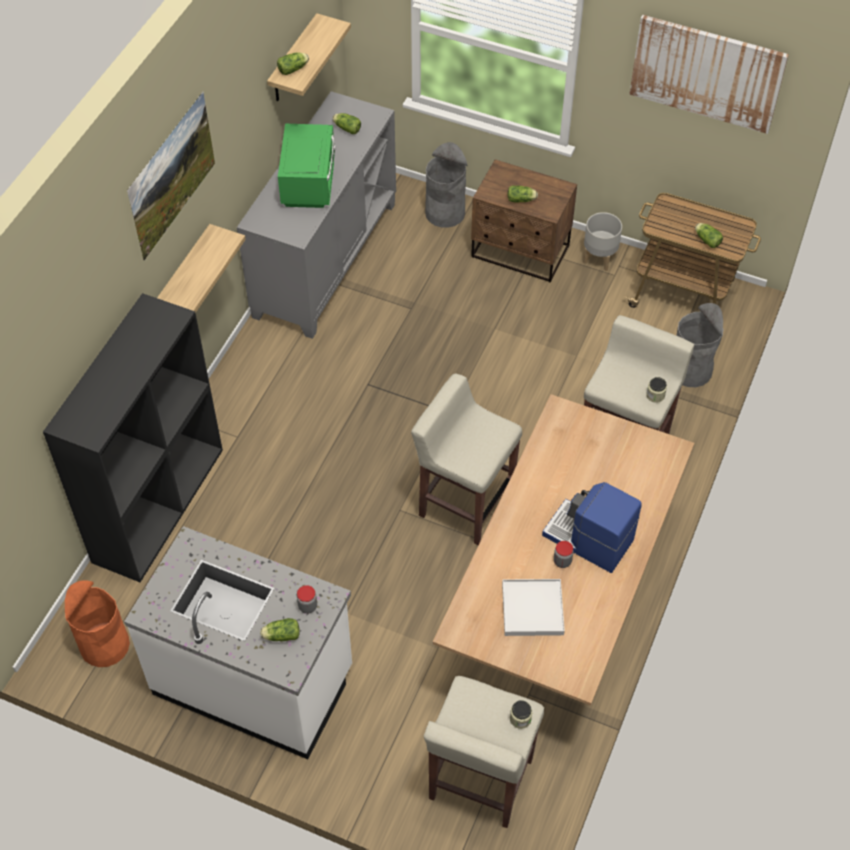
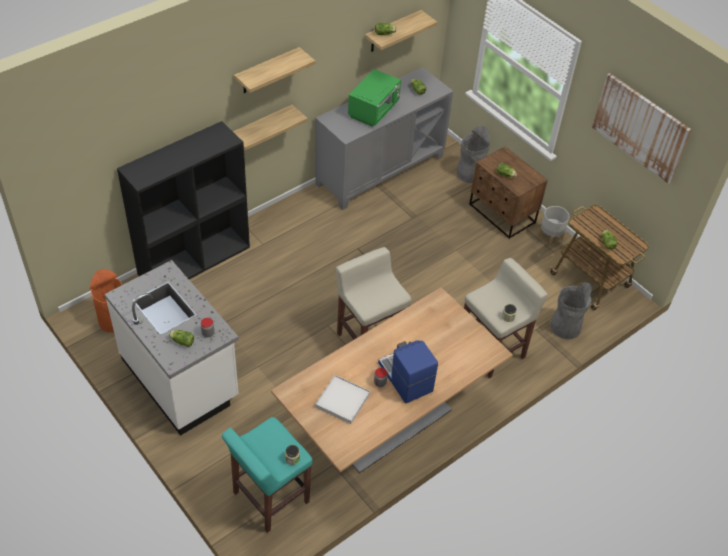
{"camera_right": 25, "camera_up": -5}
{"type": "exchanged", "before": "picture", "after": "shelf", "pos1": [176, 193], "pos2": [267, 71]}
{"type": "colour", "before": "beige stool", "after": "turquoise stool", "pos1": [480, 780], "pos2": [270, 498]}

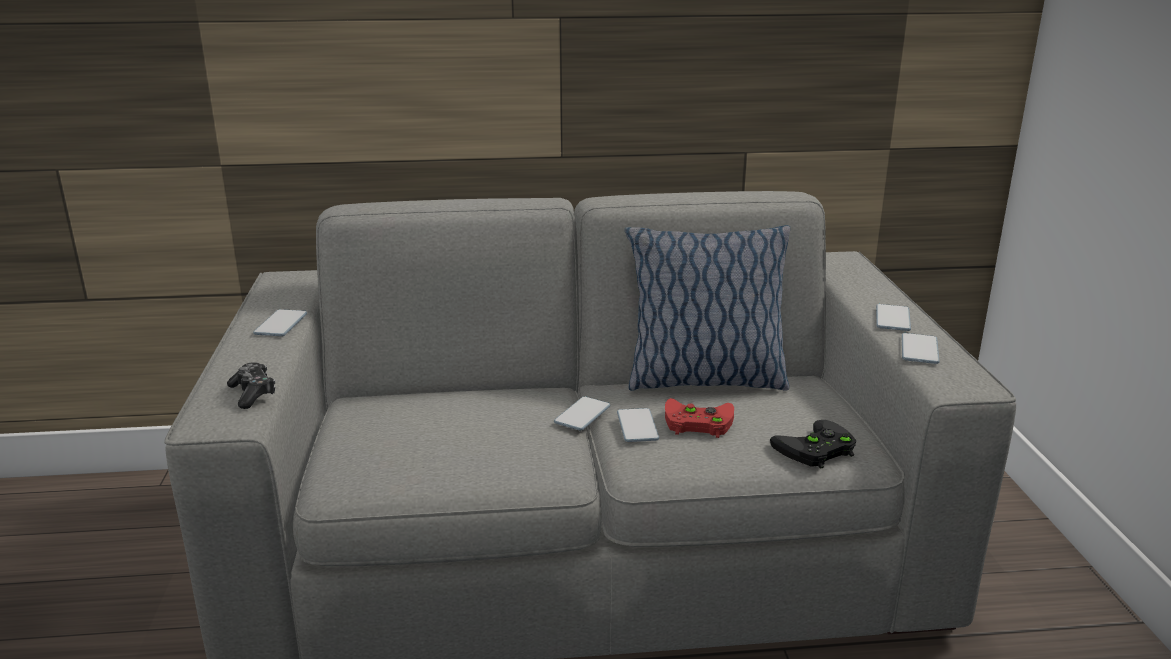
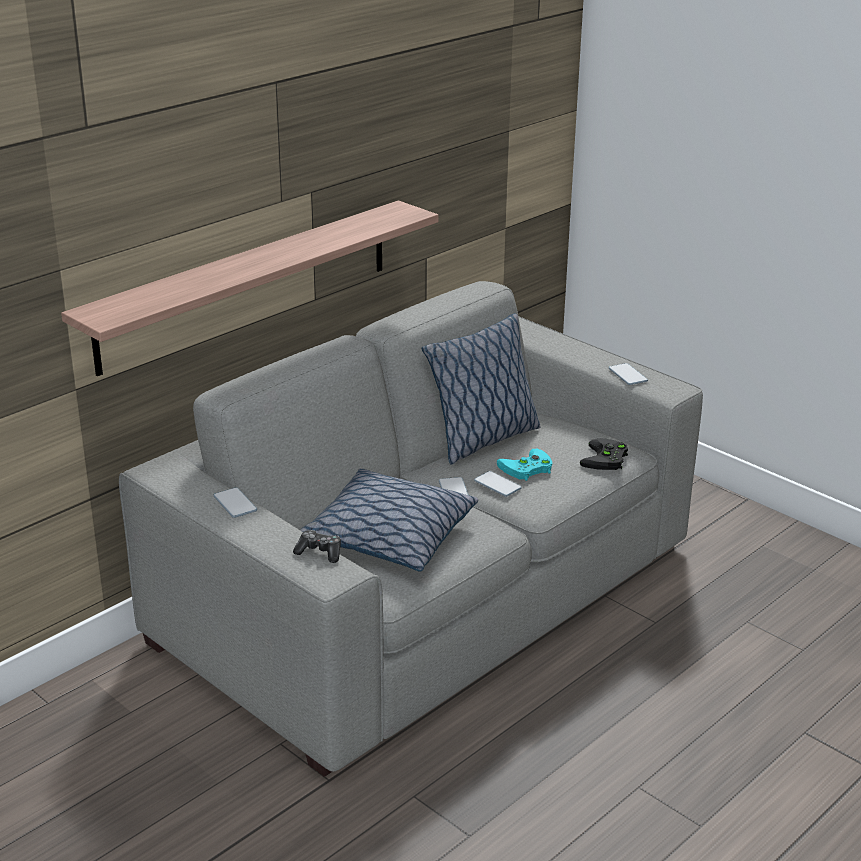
{"camera_right": -40, "camera_up": 5}
{"type": "colour", "before": "red game controller", "after": "turquoise game controller", "pos1": [696, 422], "pos2": [526, 469]}
{"type": "missing", "before": "phone", "pos1": [892, 319]}
{"type": "appeared", "after": "shelf", "pos2": [247, 284]}
{"type": "appeared", "after": "pillow", "pos2": [388, 537]}

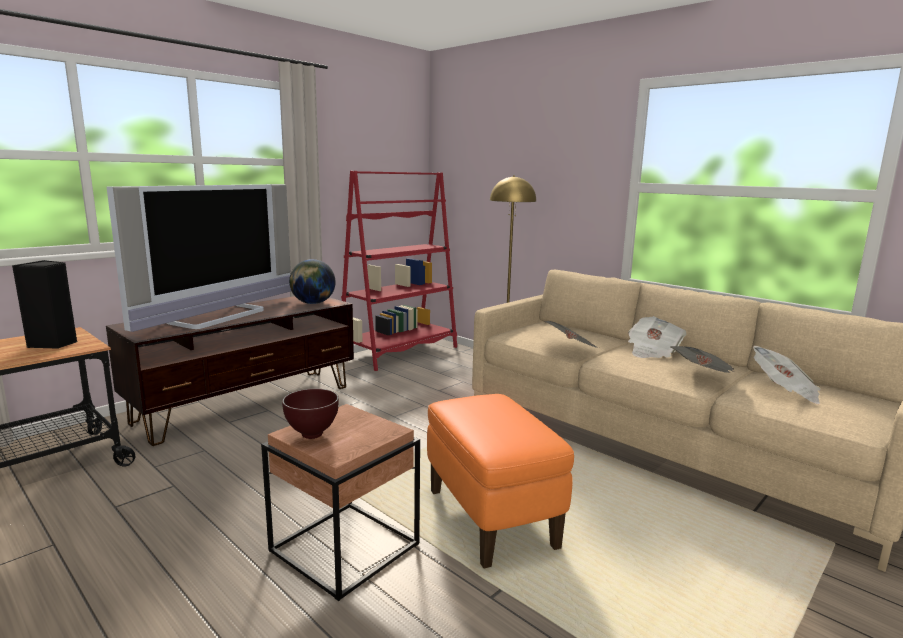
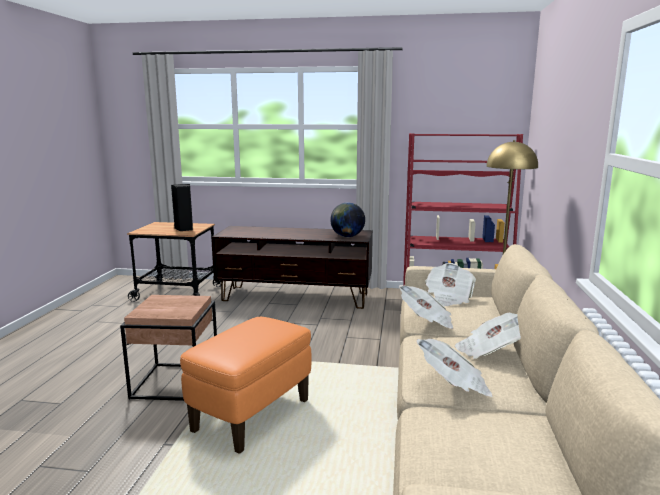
{"camera_right": 55, "camera_up": 0}
{"type": "missing", "before": "television", "pos1": [220, 316]}
{"type": "missing", "before": "brown bowl", "pos1": [311, 435]}
{"type": "relocated", "before": "newspaper", "pos1": [784, 391], "pos2": [448, 298]}

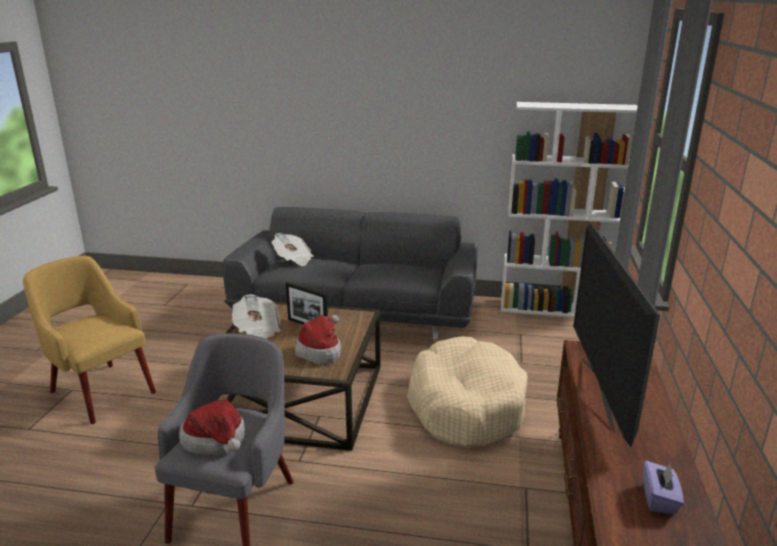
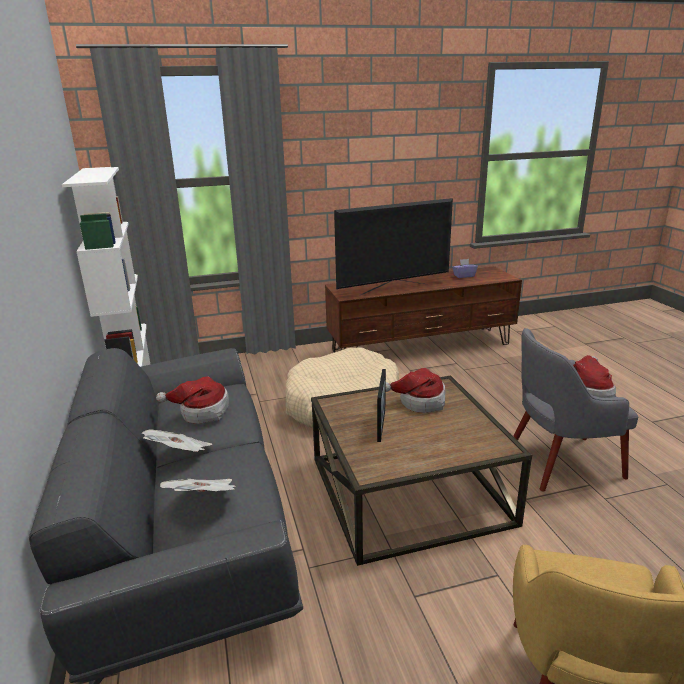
{"camera_right": -115, "camera_up": 0}
{"type": "relocated", "before": "newspaper", "pos1": [257, 330], "pos2": [180, 454]}
{"type": "appeared", "after": "hat", "pos2": [201, 412]}

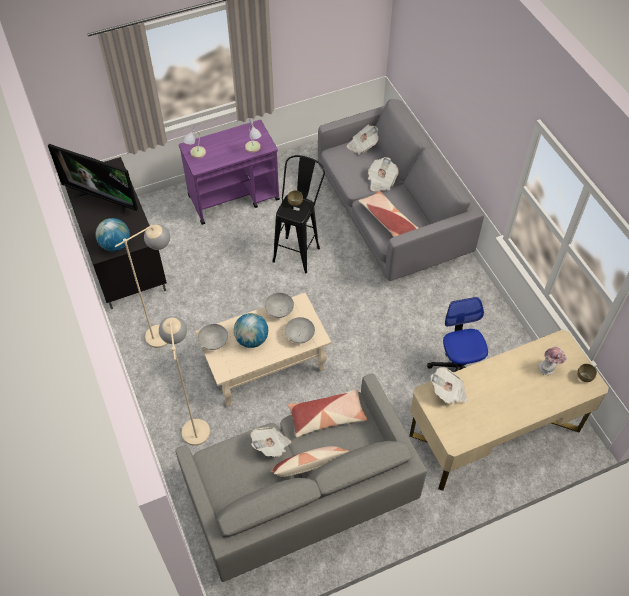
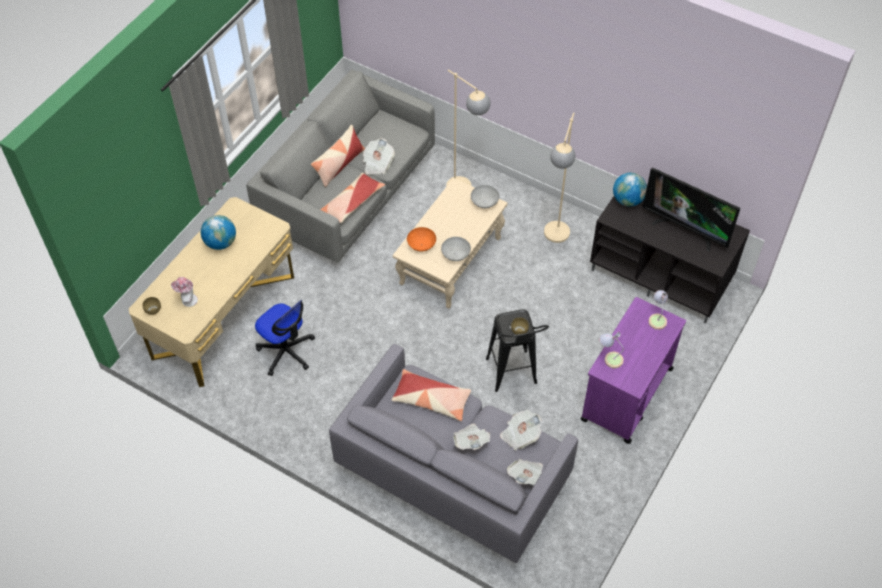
{"camera_right": 145, "camera_up": 0}
{"type": "spun", "before": "television", "pos1": [103, 200], "pos2": [685, 229], "turn": -135}
{"type": "relocated", "before": "globe", "pos1": [251, 339], "pos2": [221, 242]}
{"type": "colour", "before": "grey bowl", "after": "orange bowl", "pos1": [299, 335], "pos2": [422, 245]}
{"type": "relocated", "before": "newspaper", "pos1": [448, 392], "pos2": [520, 435]}

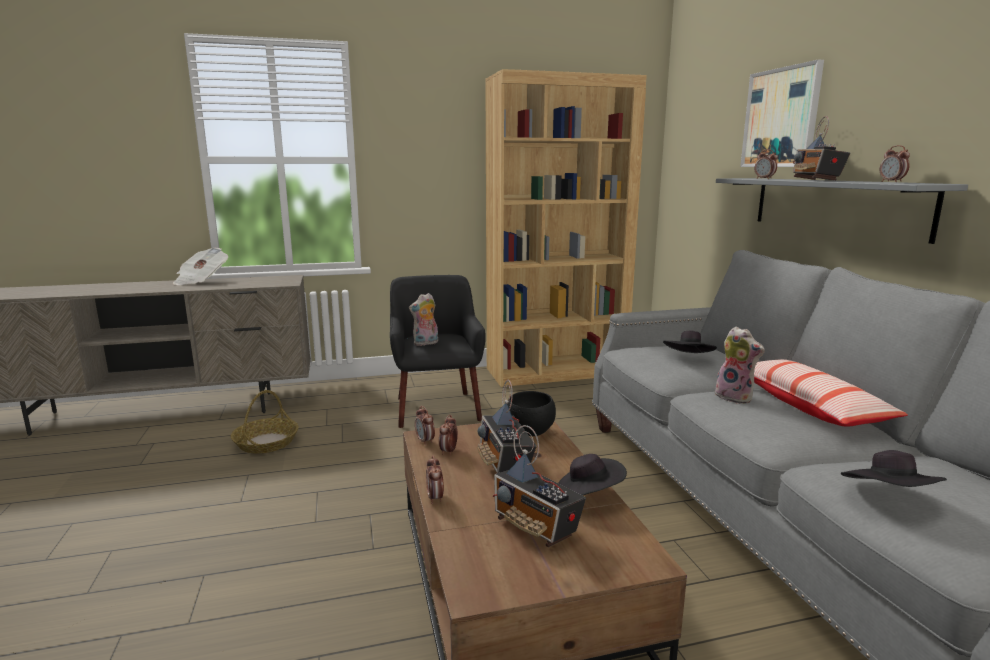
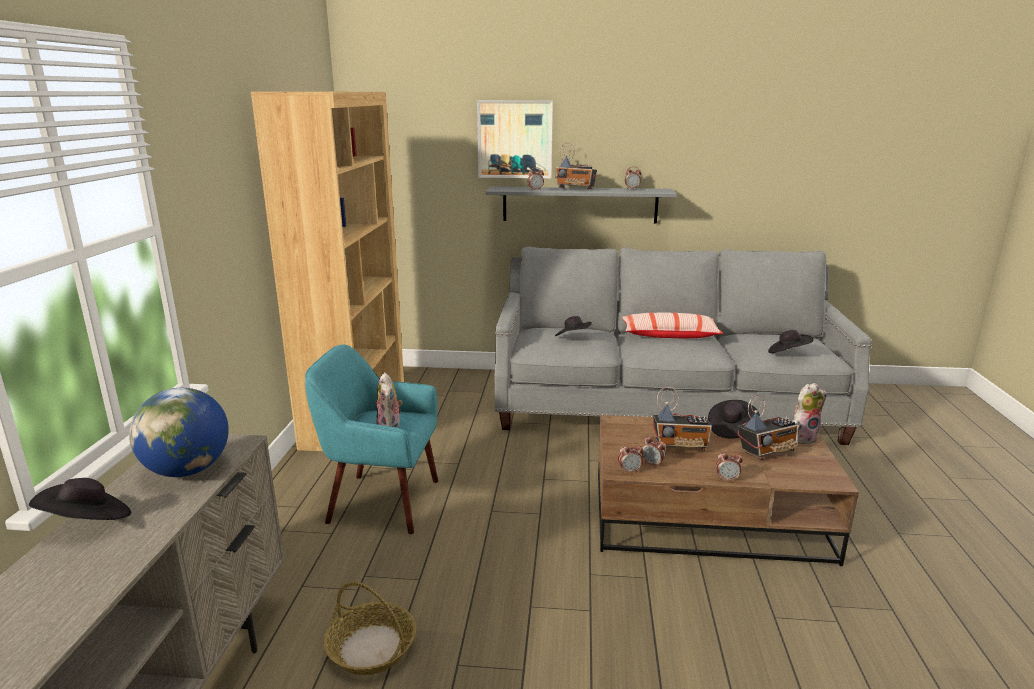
{"camera_right": -70, "camera_up": 5}
{"type": "exchanged", "before": "newspaper", "after": "black hat", "pos1": [201, 280], "pos2": [88, 522]}
{"type": "colour", "before": "black armchair", "after": "turquoise armchair", "pos1": [436, 408], "pos2": [382, 501]}
{"type": "missing", "before": "black bowl", "pos1": [531, 432]}
{"type": "relocated", "before": "plush toy", "pos1": [735, 397], "pos2": [802, 437]}
{"type": "appeared", "after": "globe", "pos2": [188, 470]}

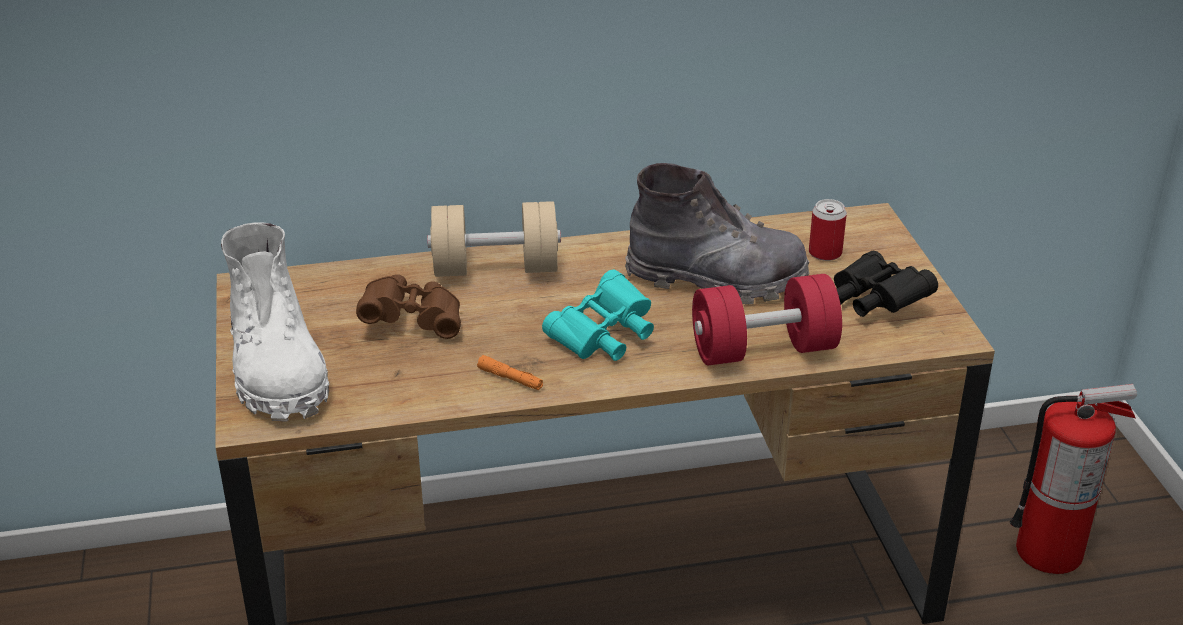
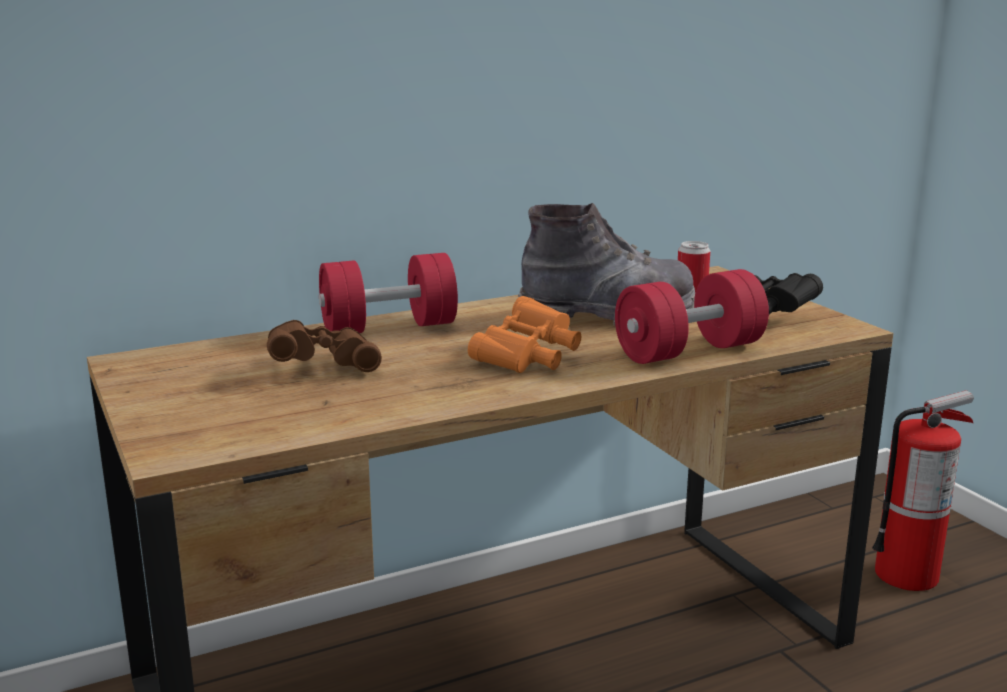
{"camera_right": -15, "camera_up": -15}
{"type": "missing", "before": "white boot", "pos1": [277, 370]}
{"type": "colour", "before": "beige dumbbell", "after": "red dumbbell", "pos1": [495, 268], "pos2": [388, 328]}
{"type": "missing", "before": "orange flashlight", "pos1": [511, 378]}
{"type": "colour", "before": "turquoise binoculars", "after": "orange binoculars", "pos1": [603, 337], "pos2": [528, 358]}

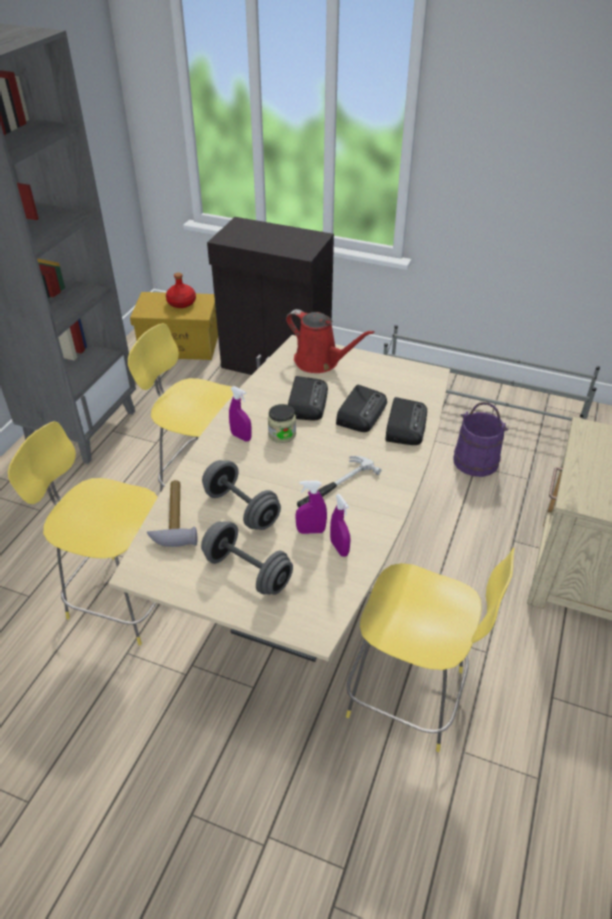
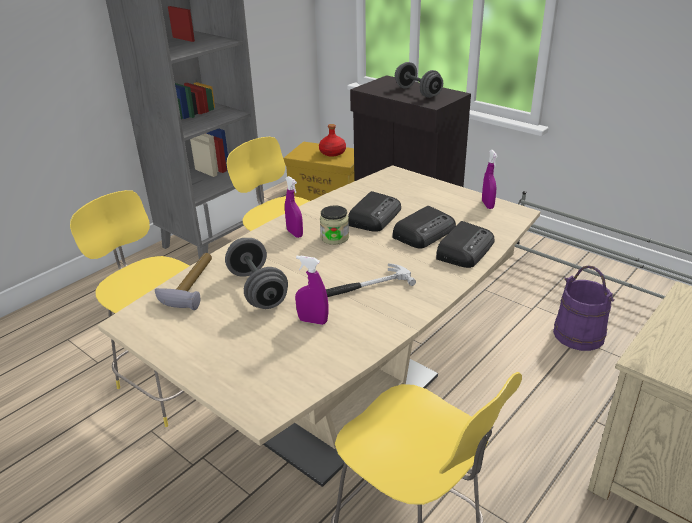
{"camera_right": 20, "camera_up": -10}
{"type": "relocated", "before": "grey dumbbell", "pos1": [247, 571], "pos2": [418, 92]}
{"type": "missing", "before": "red watering can", "pos1": [320, 362]}
{"type": "relocated", "before": "purple spray bottle", "pos1": [339, 548], "pos2": [487, 205]}

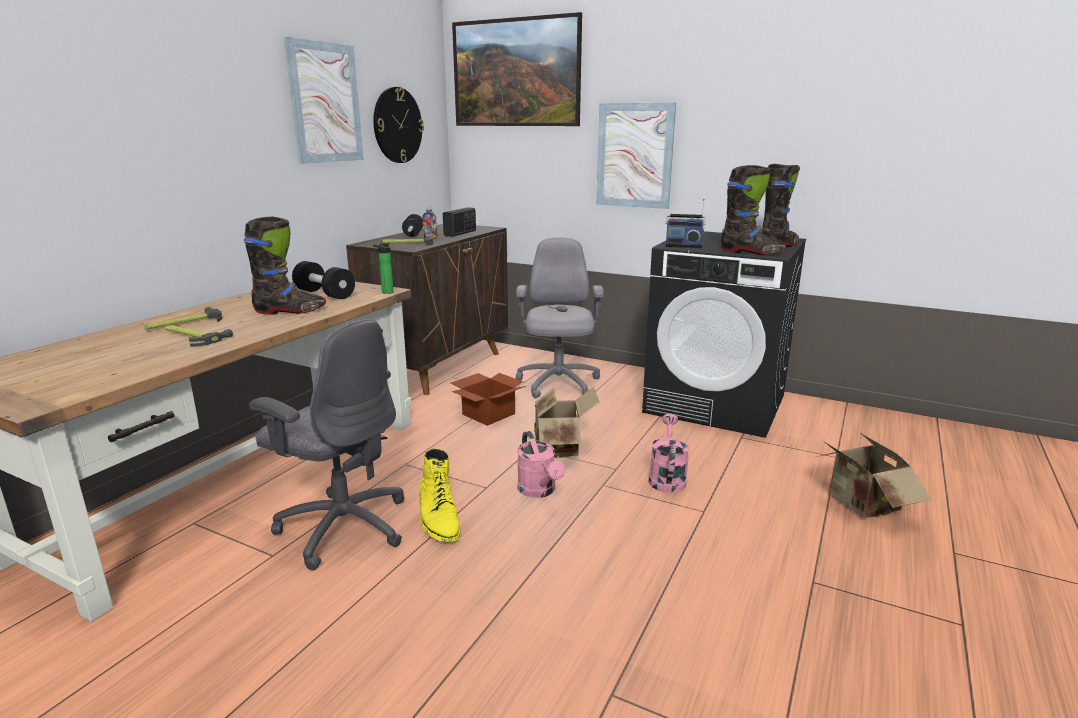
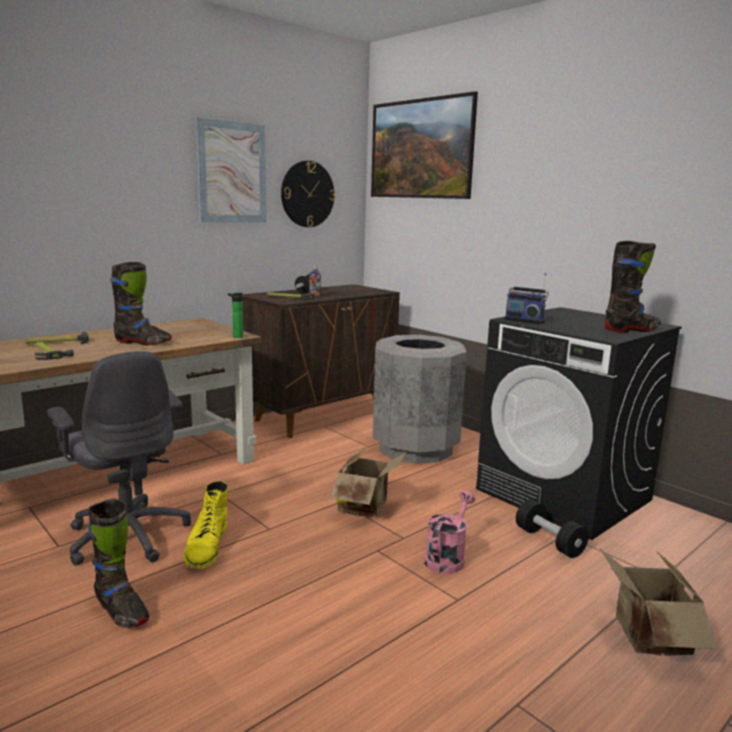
{"camera_right": 20, "camera_up": -5}
{"type": "relocated", "before": "black dumbbell", "pos1": [324, 294], "pos2": [549, 541]}
{"type": "missing", "before": "radio", "pos1": [460, 233]}
{"type": "missing", "before": "cardboard box", "pos1": [488, 413]}
{"type": "exchanged", "before": "grey office chair", "after": "grey trash can", "pos1": [558, 384], "pos2": [415, 448]}
{"type": "missing", "before": "pink watering can", "pos1": [539, 491]}
{"type": "missing", "before": "picture", "pos1": [634, 156]}
{"type": "relocated", "before": "black boot", "pos1": [751, 252], "pos2": [121, 611]}

